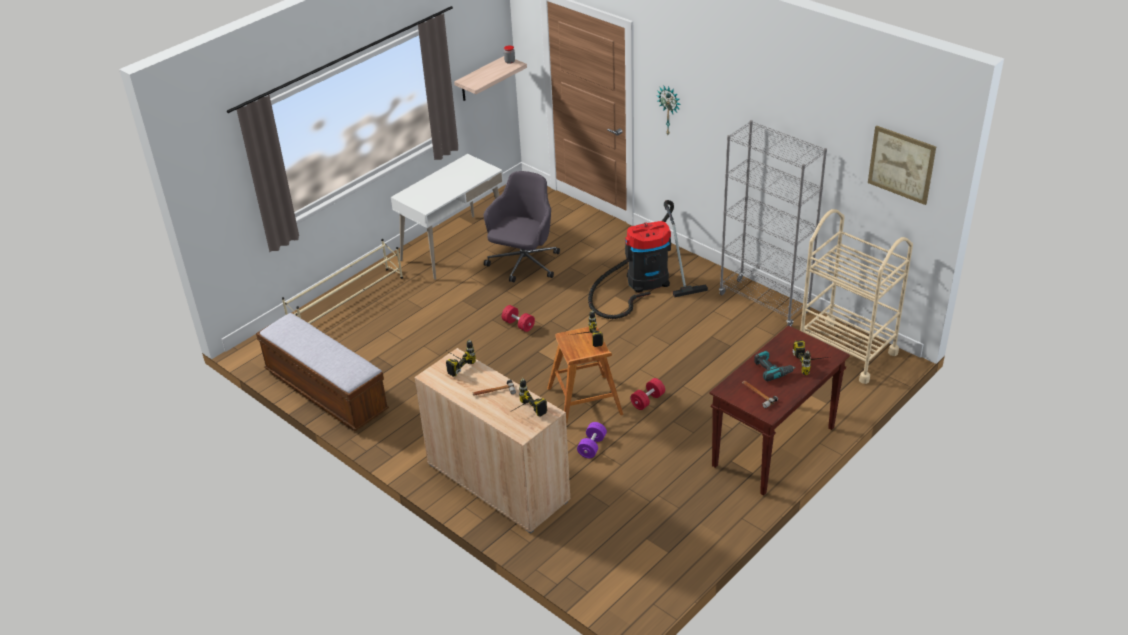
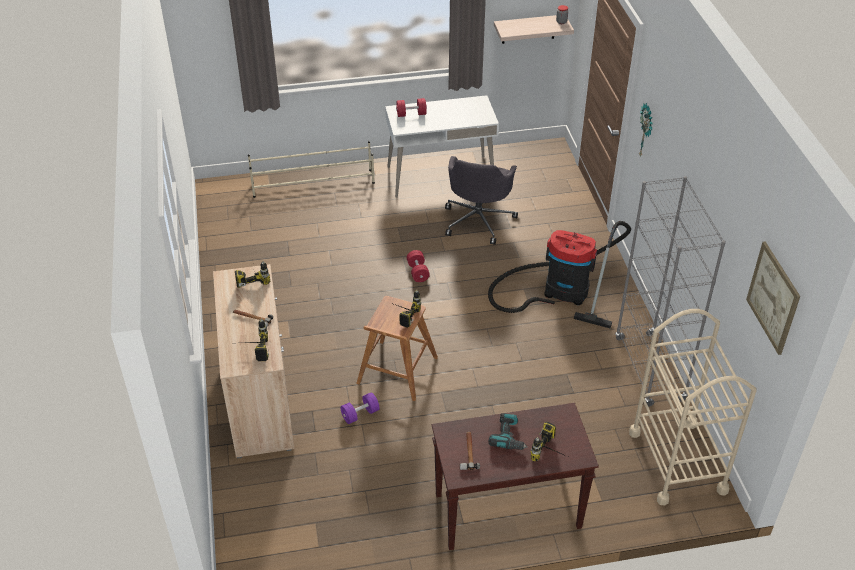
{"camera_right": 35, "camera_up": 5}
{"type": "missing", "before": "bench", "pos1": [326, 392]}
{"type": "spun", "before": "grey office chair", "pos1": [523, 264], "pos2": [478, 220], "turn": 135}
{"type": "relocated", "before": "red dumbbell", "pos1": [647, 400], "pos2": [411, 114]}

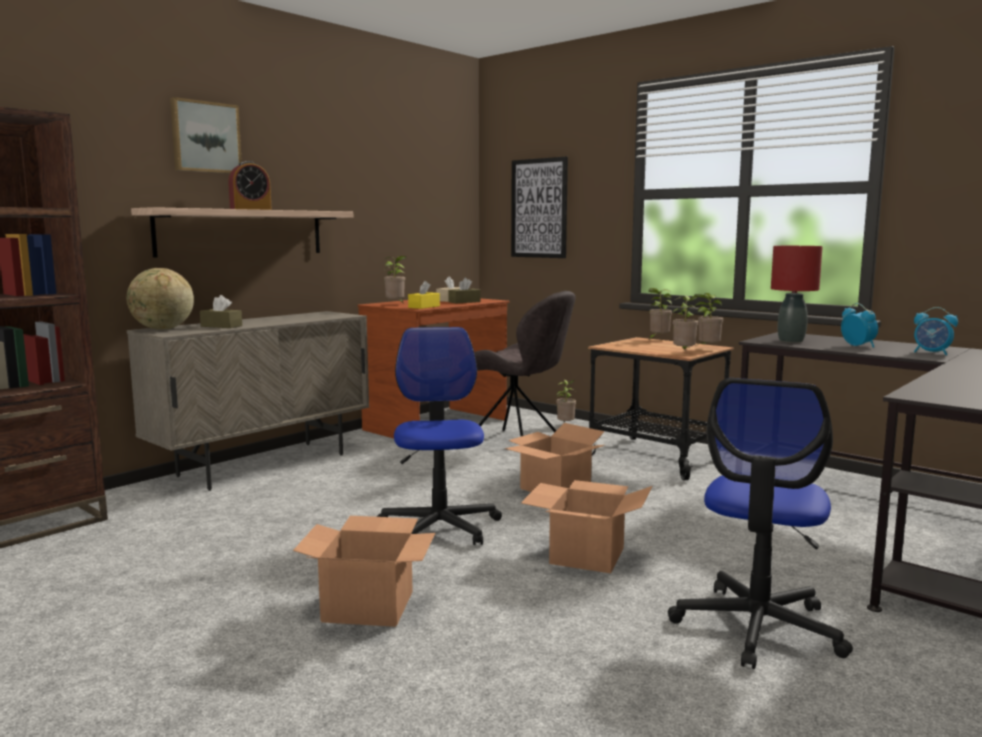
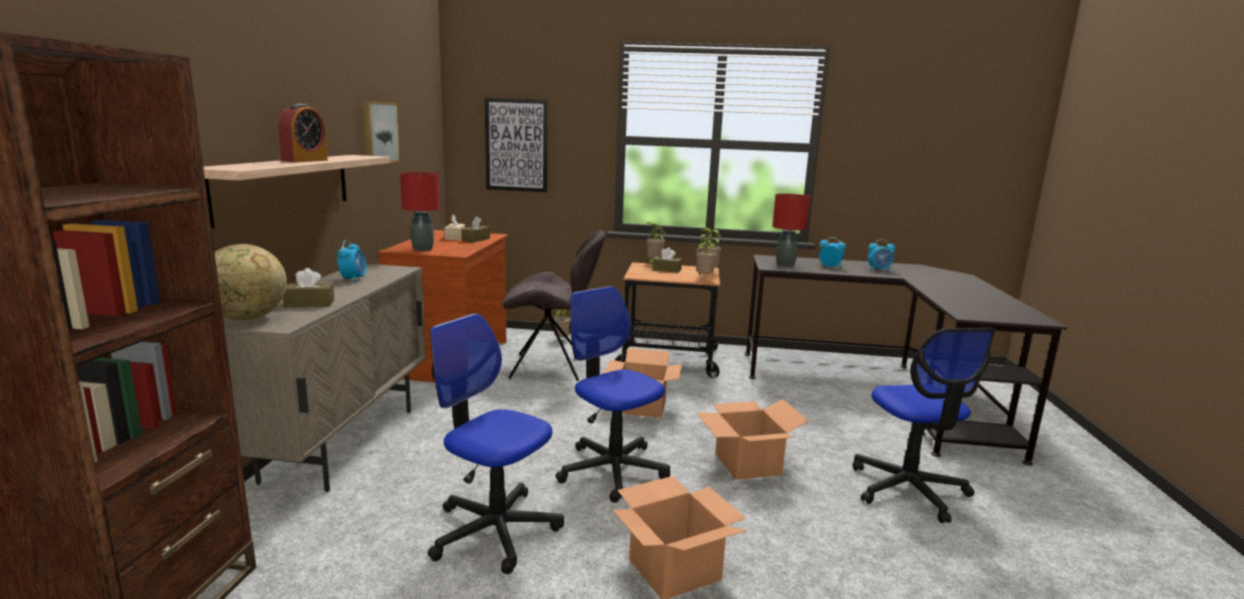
{"camera_right": -35, "camera_up": 5}
{"type": "relocated", "before": "picture", "pos1": [205, 137], "pos2": [378, 132]}
{"type": "exchanged", "before": "potted plant", "after": "red table lamp", "pos1": [396, 305], "pos2": [423, 249]}
{"type": "missing", "before": "yellow tissue box", "pos1": [424, 307]}
{"type": "appeared", "after": "alarm clock", "pos2": [353, 279]}
{"type": "appeared", "after": "office chair", "pos2": [494, 530]}
{"type": "appeared", "after": "brown tissue box", "pos2": [666, 270]}

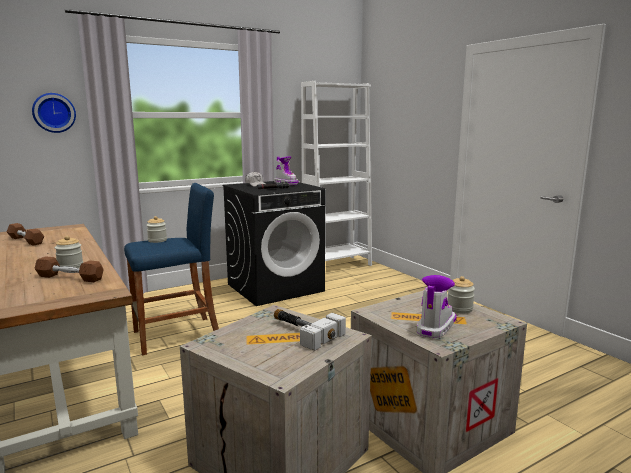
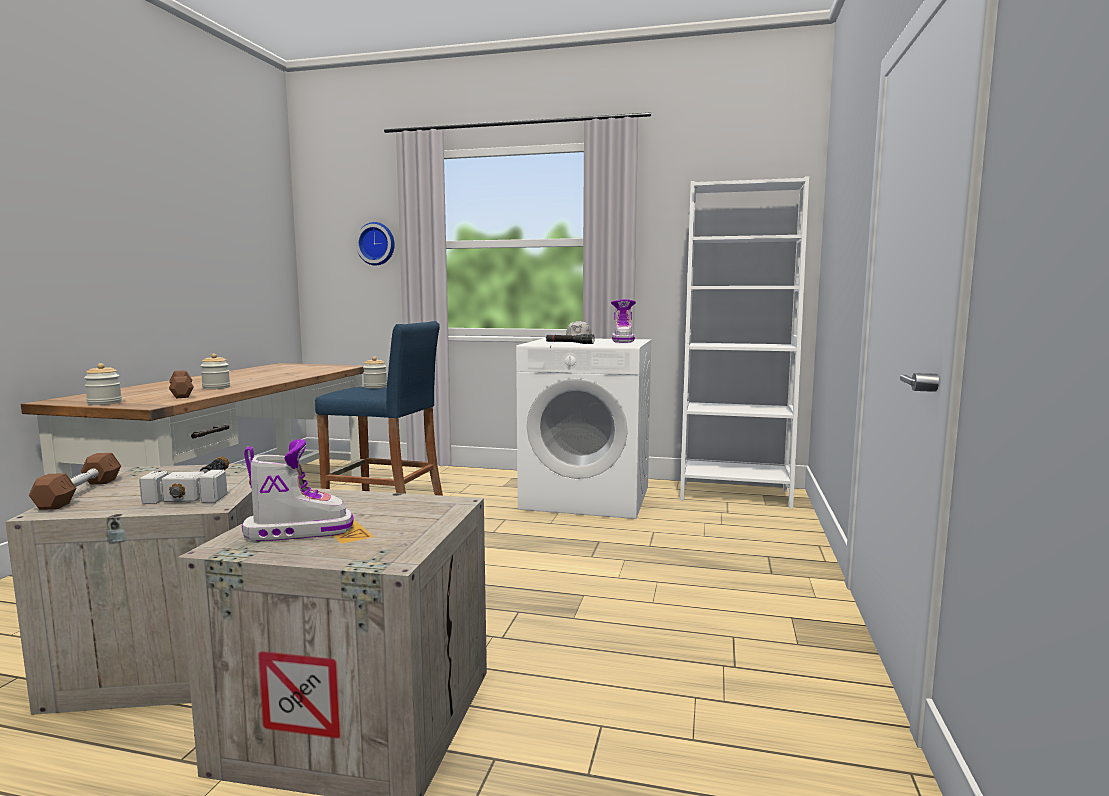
{"camera_right": 45, "camera_up": -5}
{"type": "relocated", "before": "brown dumbbell", "pos1": [26, 240], "pos2": [80, 493]}
{"type": "colour", "before": "black washing machine", "after": "white washing machine", "pos1": [275, 287], "pos2": [587, 497]}
{"type": "relocated", "before": "jar", "pos1": [459, 309], "pos2": [104, 403]}

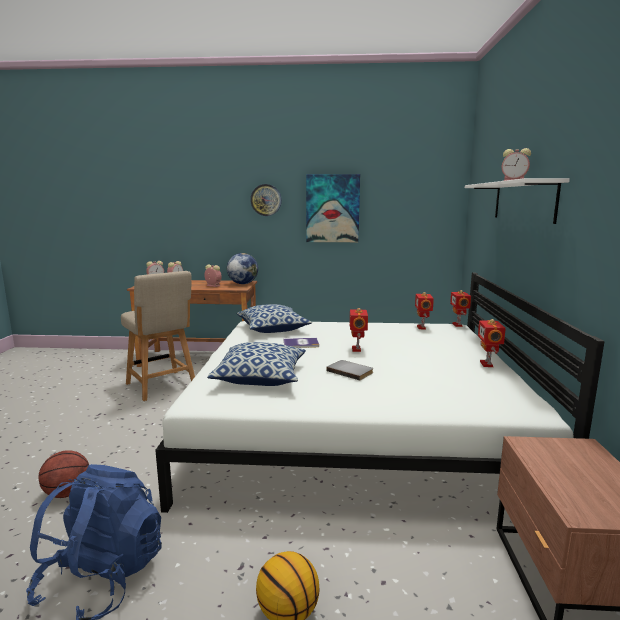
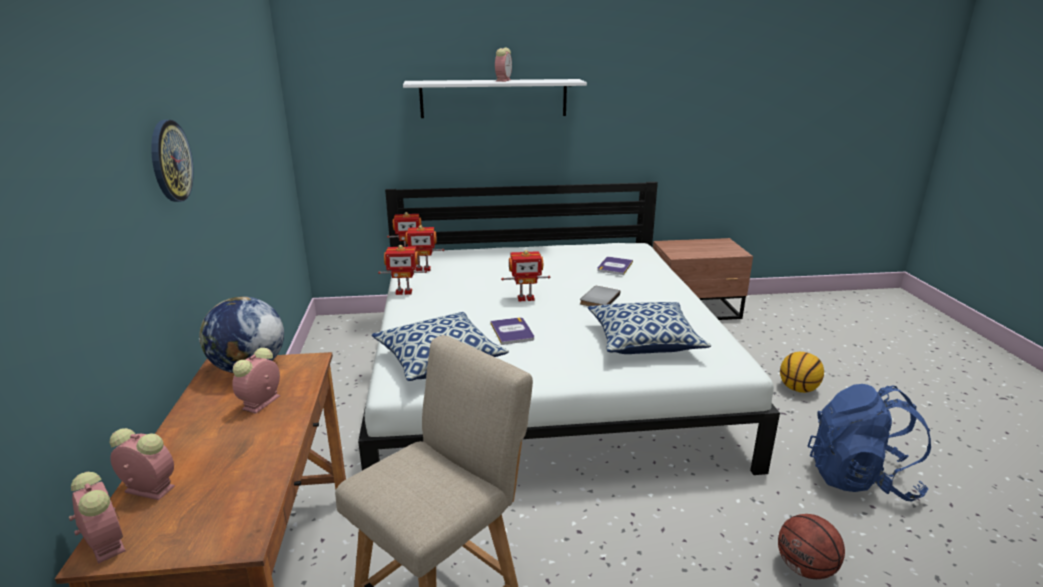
{"camera_right": -100, "camera_up": 10}
{"type": "missing", "before": "picture", "pos1": [332, 208]}
{"type": "relocated", "before": "toy robot", "pos1": [487, 364], "pos2": [404, 292]}
{"type": "appeared", "after": "book", "pos2": [614, 266]}

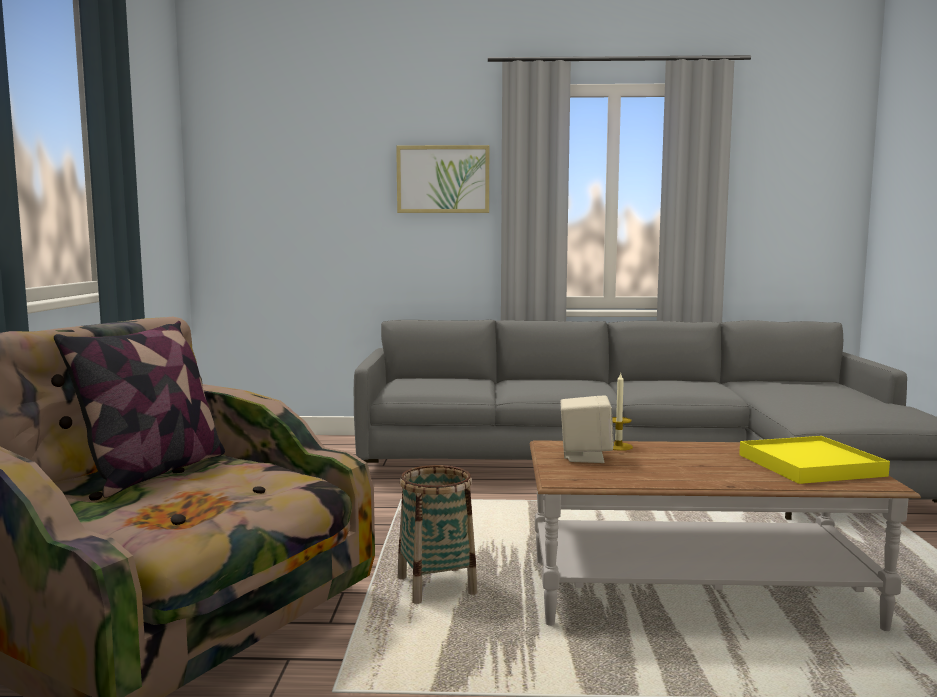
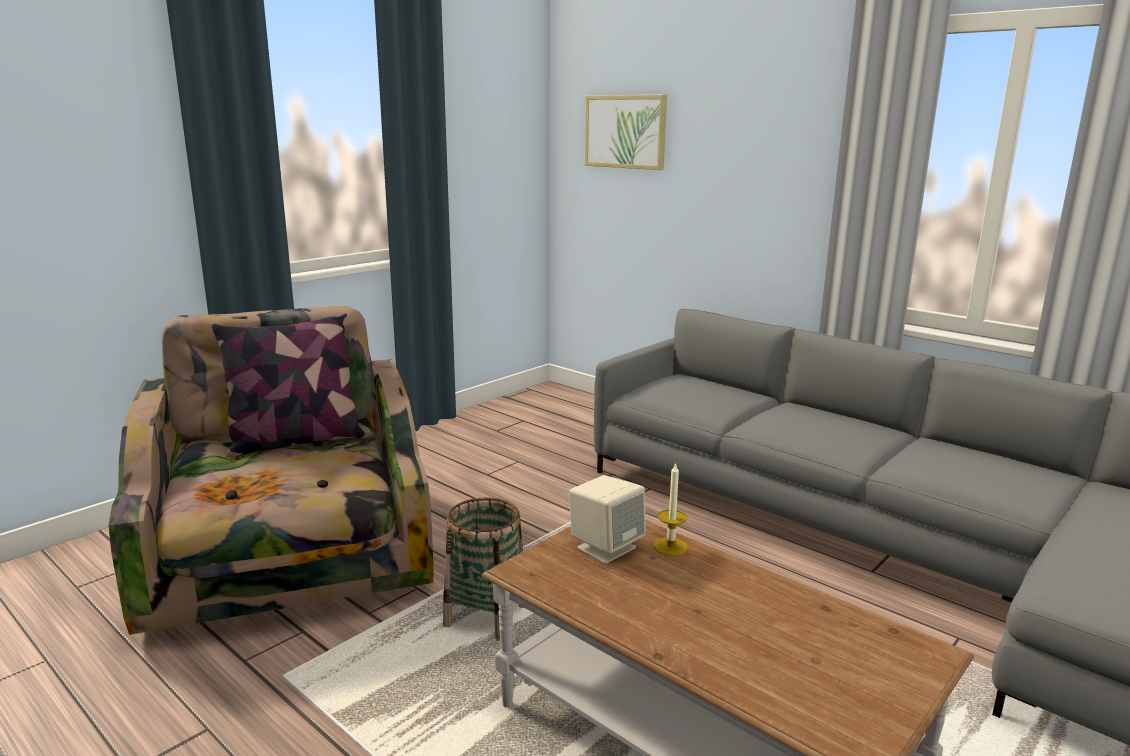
{"camera_right": 40, "camera_up": 10}
{"type": "relocated", "before": "picture", "pos1": [443, 179], "pos2": [625, 131]}
{"type": "missing", "before": "yellow tray", "pos1": [810, 465]}

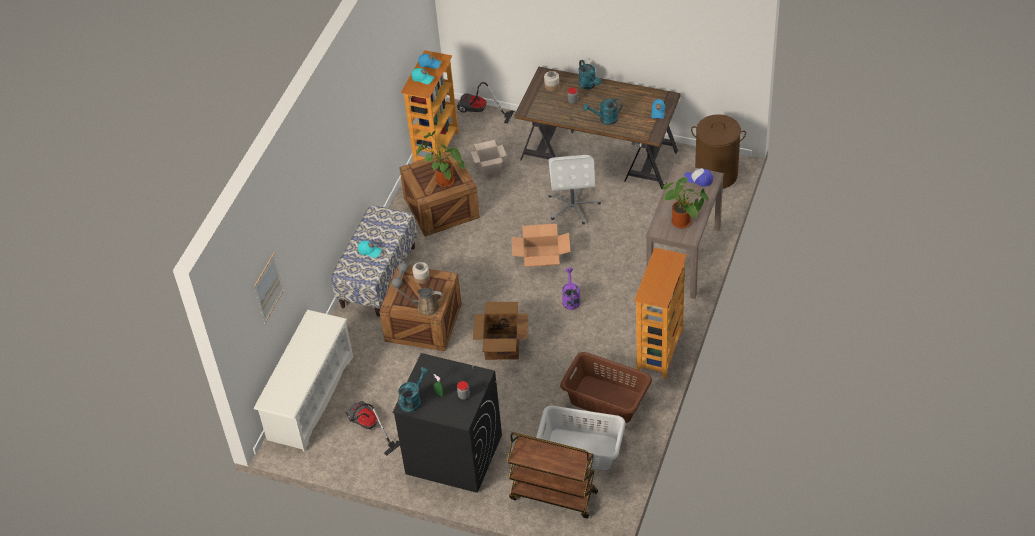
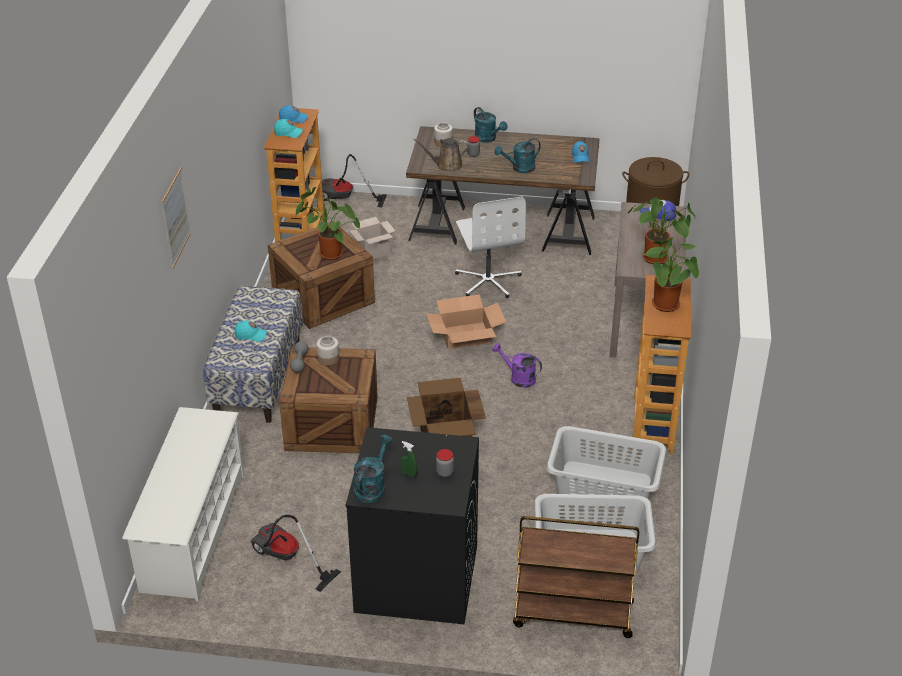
{"camera_right": -15, "camera_up": -10}
{"type": "relocated", "before": "picture", "pos1": [268, 288], "pos2": [176, 217]}
{"type": "relocated", "before": "brown watering can", "pos1": [425, 307], "pos2": [446, 165]}
{"type": "colour", "before": "brown laundry basket", "after": "grey laundry basket", "pos1": [606, 399], "pos2": [603, 486]}
{"type": "spun", "before": "purple watering can", "pos1": [570, 299], "pos2": [518, 378], "turn": -45}
{"type": "appeared", "after": "potted plant", "pos2": [667, 306]}

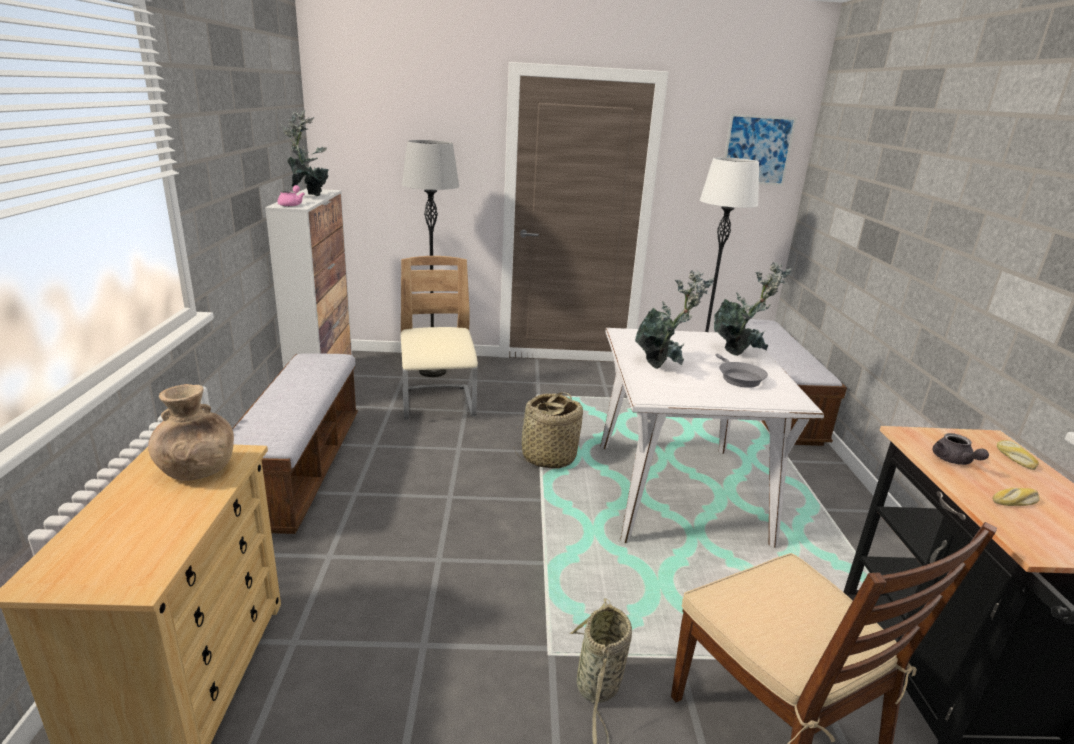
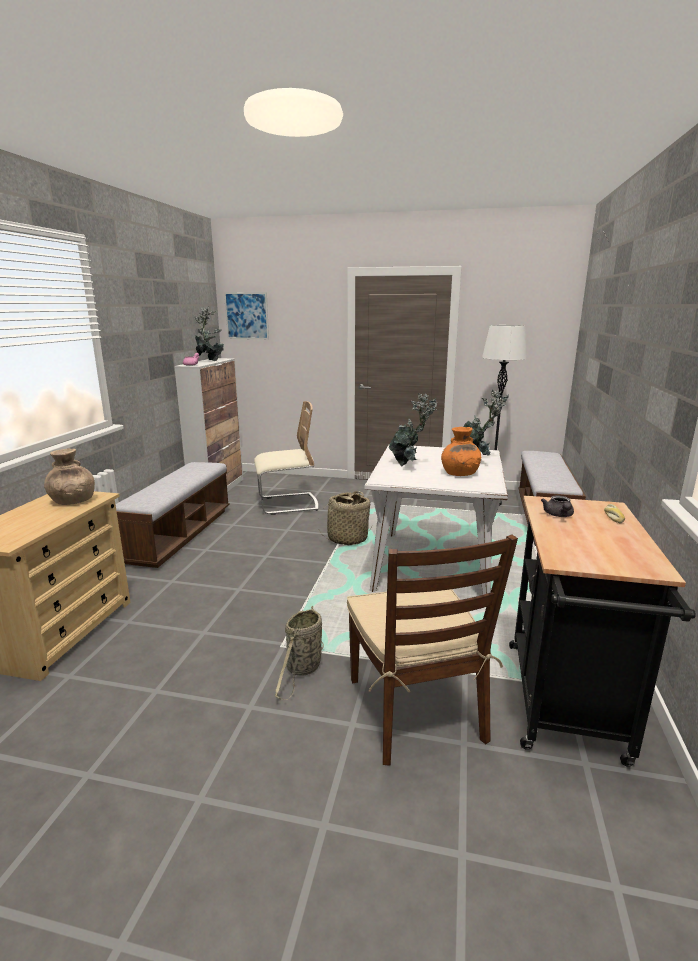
{"camera_right": 15, "camera_up": -5}
{"type": "spun", "before": "beige chair", "pos1": [438, 404], "pos2": [287, 504], "turn": 75}
{"type": "missing", "before": "grey floor lamp", "pos1": [432, 371]}
{"type": "exchanged", "before": "grey frying pan", "after": "orange vase", "pos1": [738, 378], "pos2": [459, 473]}
{"type": "relocated", "before": "picture", "pos1": [757, 150], "pos2": [246, 316]}
{"type": "missing", "before": "bread", "pos1": [1015, 502]}

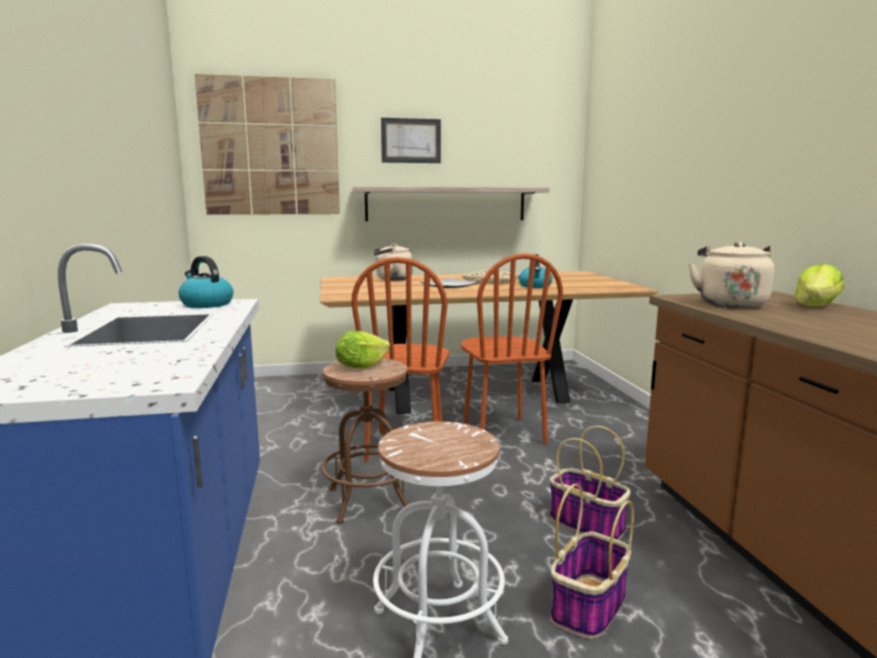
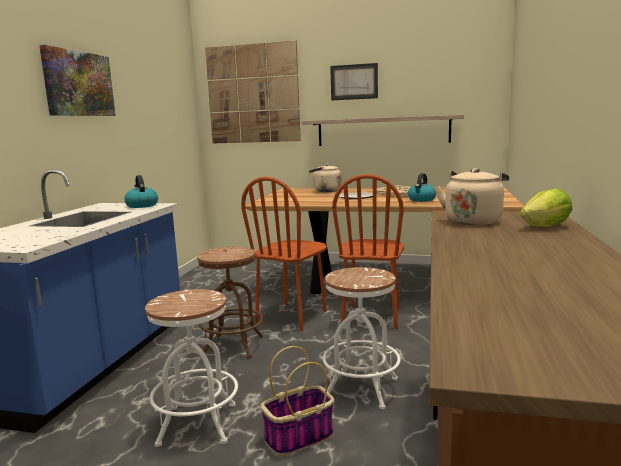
{"camera_right": 25, "camera_up": 0}
{"type": "missing", "before": "lettuce", "pos1": [360, 367]}
{"type": "exchanged", "before": "basket", "after": "white stool", "pos1": [588, 524], "pos2": [361, 388]}
{"type": "appeared", "after": "picture", "pos2": [78, 84]}

